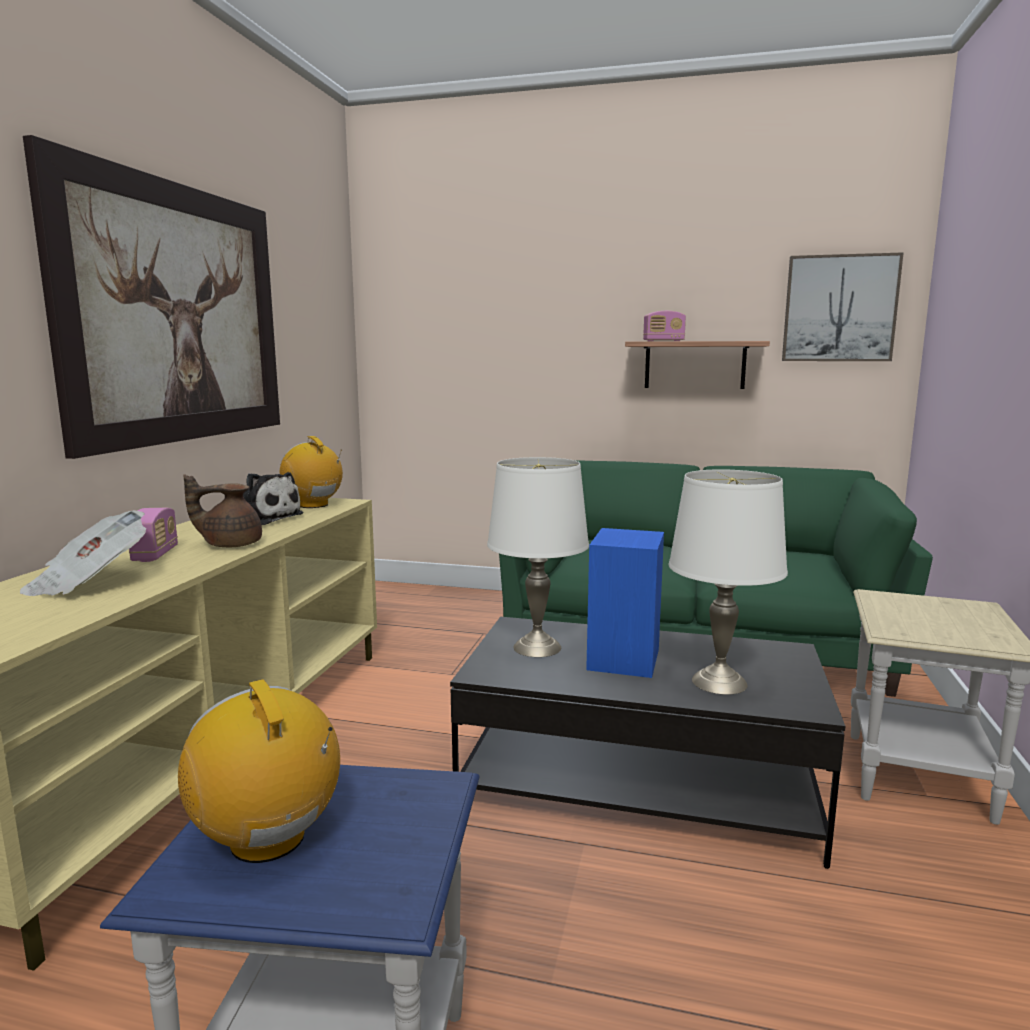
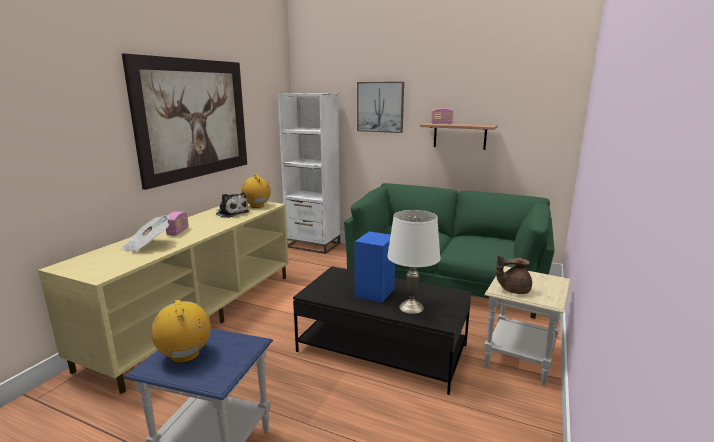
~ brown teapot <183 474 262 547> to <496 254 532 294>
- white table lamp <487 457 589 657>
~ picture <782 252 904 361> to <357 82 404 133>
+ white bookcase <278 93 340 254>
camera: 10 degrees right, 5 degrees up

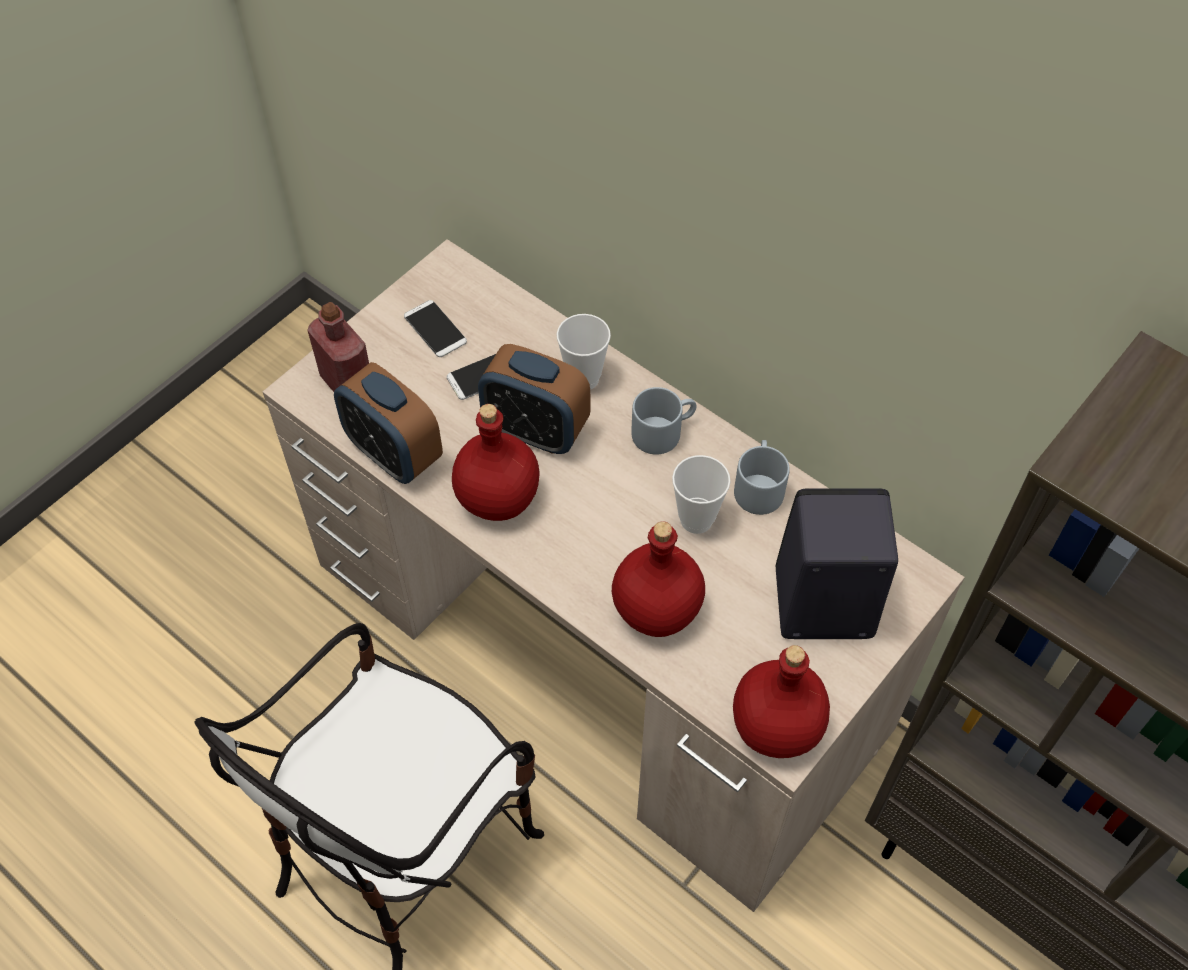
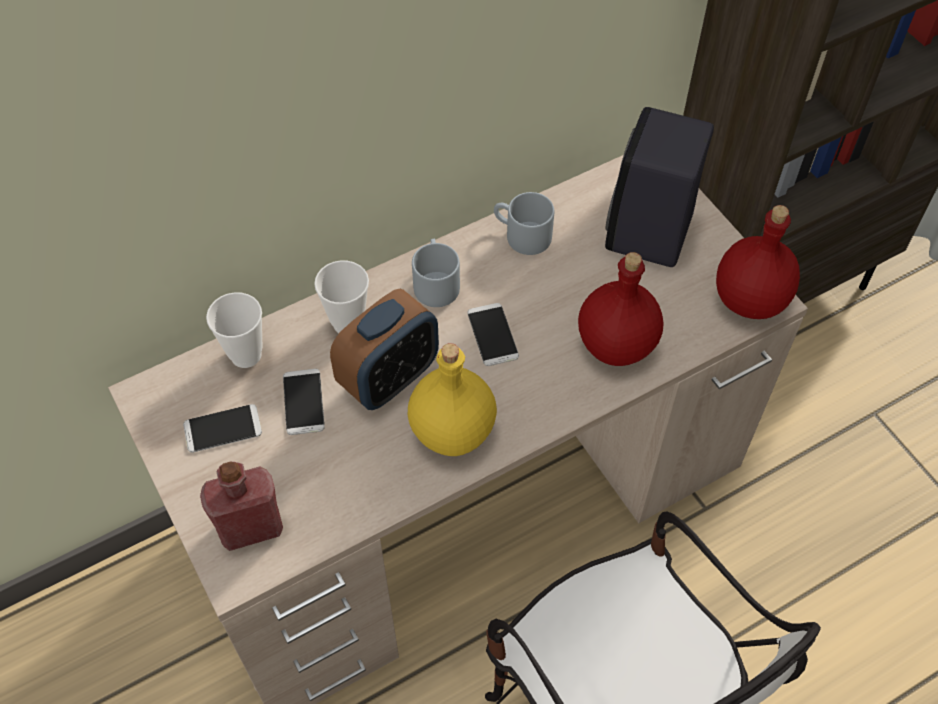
- alarm clock <334 362 443 484>
~ red bottle <452 404 540 521> to yellow bottle <408 343 497 456>
~ cup <672 455 731 534> to <206 292 262 368>
+ phone <467 303 519 366>
camera: 70 degrees left, 0 degrees up

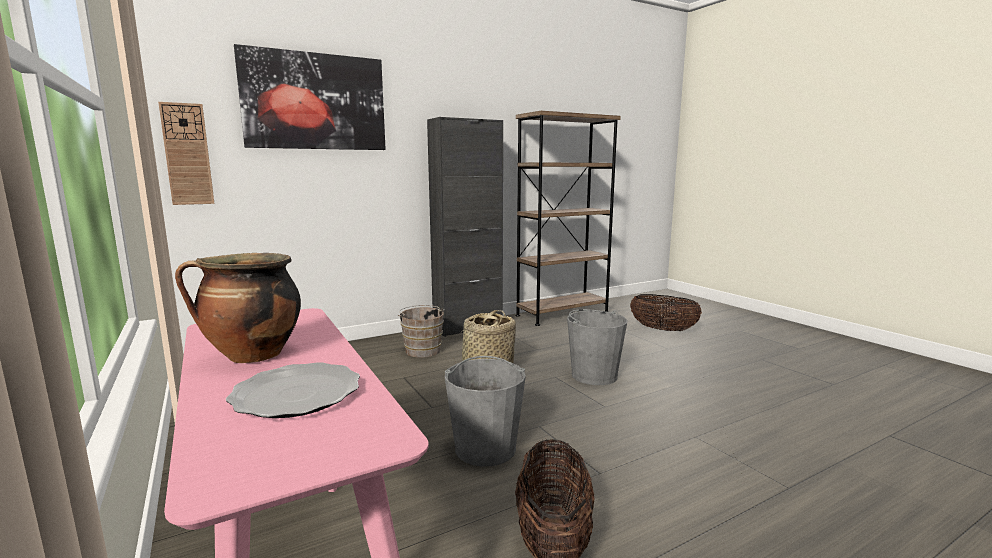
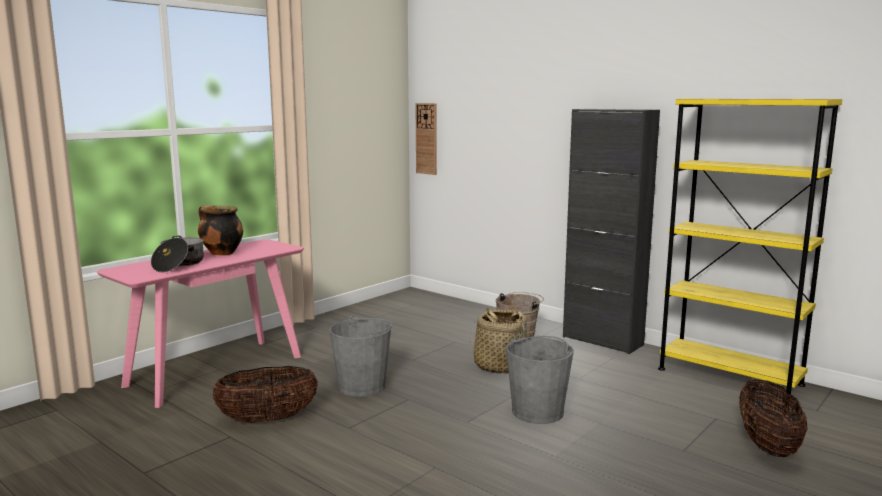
~ plate <226 362 360 418> to cooking pot <151 236 204 272>
- picture <234 44 386 150>
~ brown bookcase <515 111 621 326> to yellow bookcase <658 99 843 402>
camera: 70 degrees right, 0 degrees up

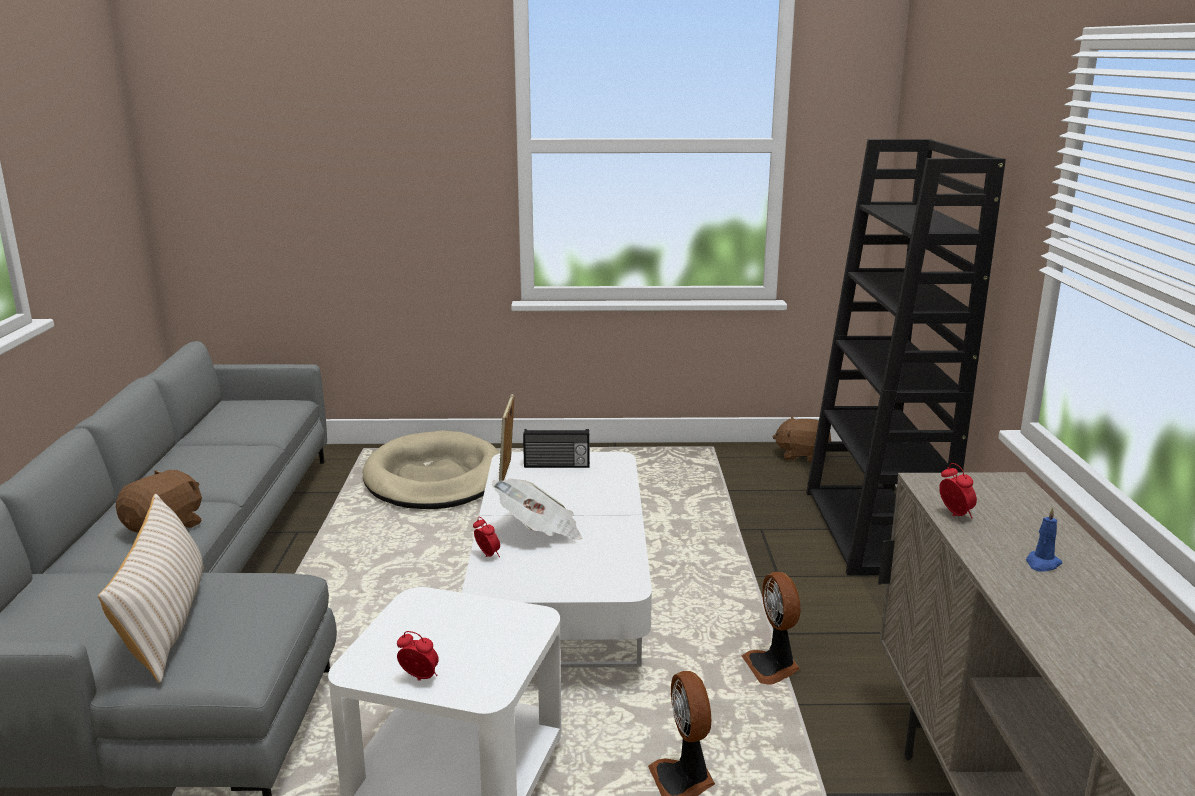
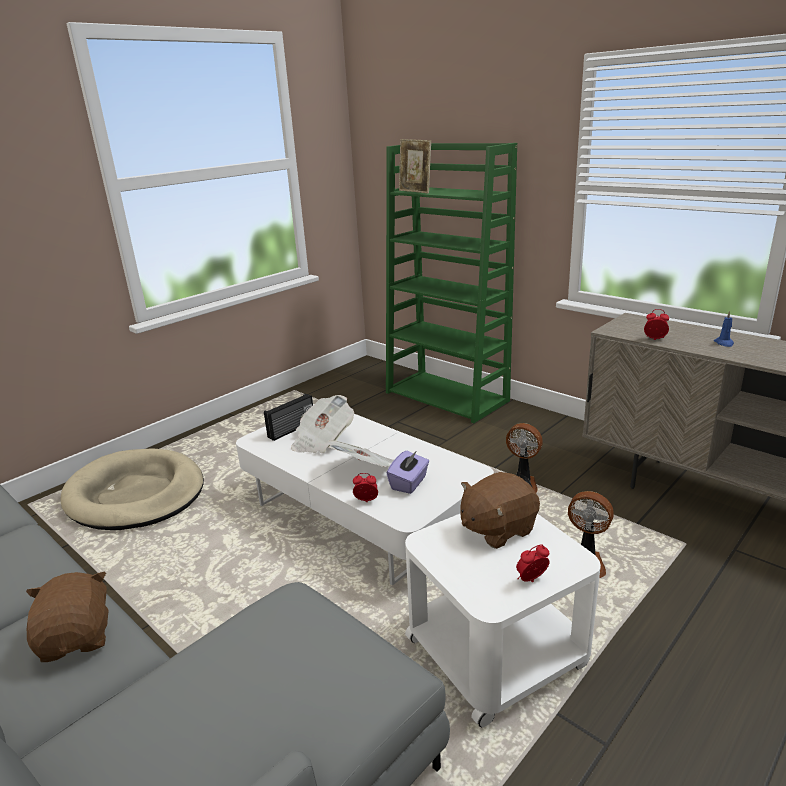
- beige pillow <98 493 204 683>
~ picture frame <499 394 514 481> to <399 139 431 193>
~ brown plush toy <772 417 831 463> to <461 472 540 549>
~ black bookcase <806 139 1006 576> to green bookcase <386 143 517 423>
+ newspaper <291 395 354 453>
+ purple tissue box <387 450 429 494>
camera: 45 degrees left, 5 degrees up

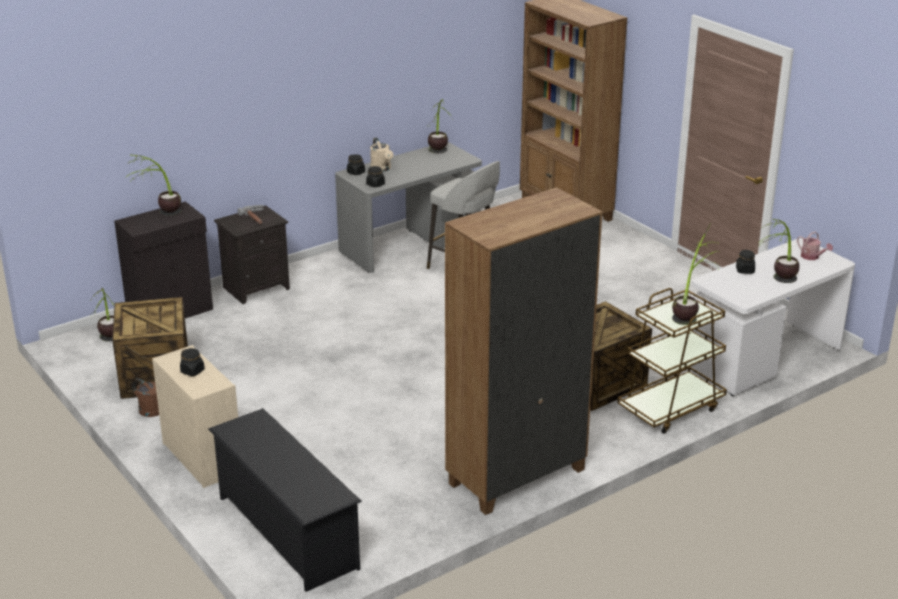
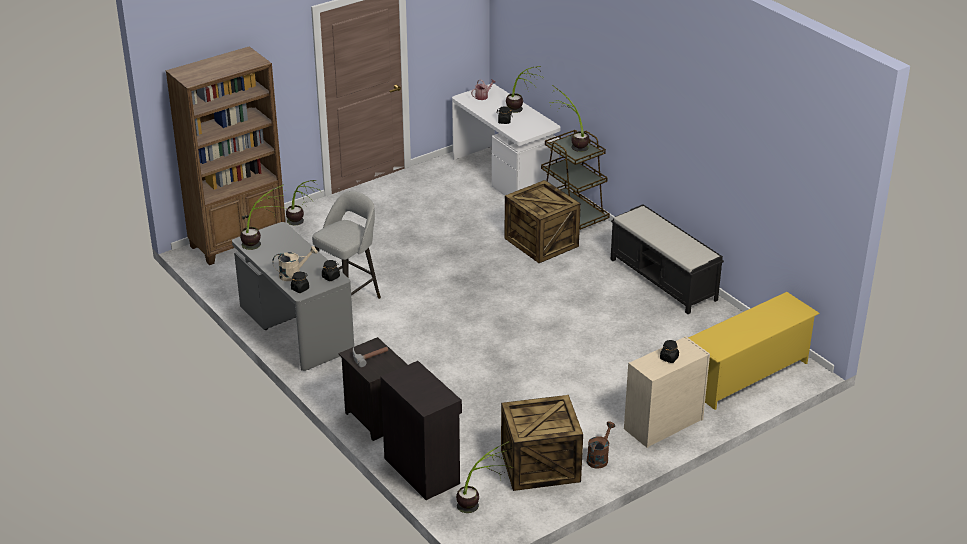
~ potted plant <125 154 182 216> to <286 180 322 225>
~ black shoe rack <208 408 362 592> to yellow shoe rack <688 292 820 410>
~ brown bookcase <445 187 603 515> to black bench <610 204 724 314>
camera: 90 degrees left, 5 degrees up

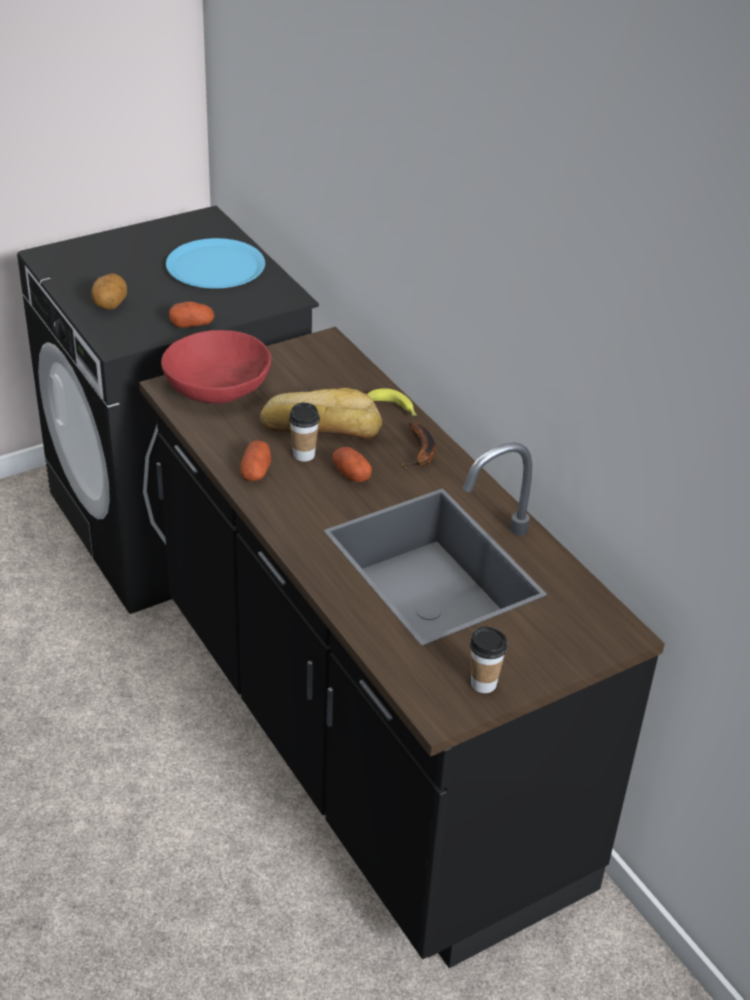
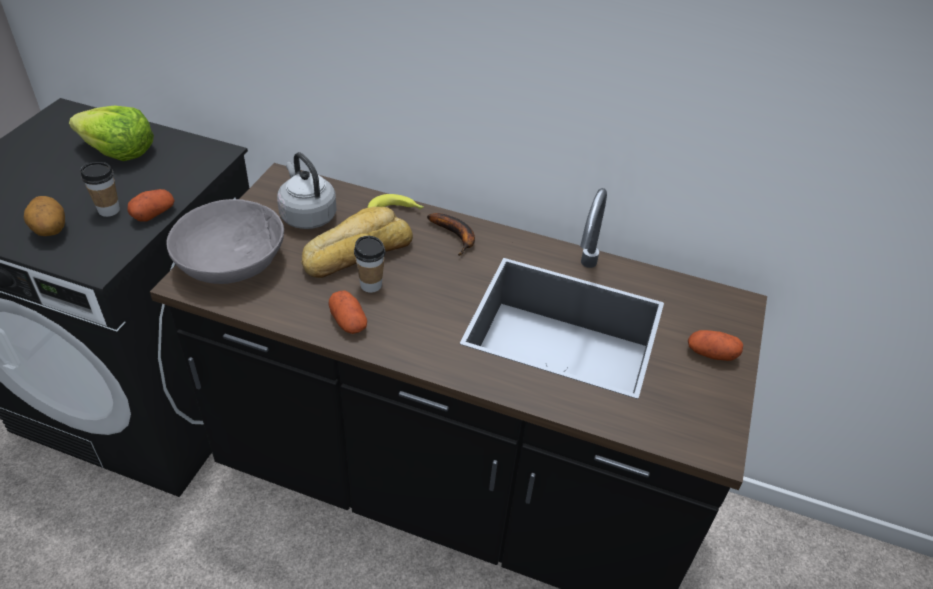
~ red bowl <161 330 271 403> to grey bowl <166 199 284 284>
~ blue plate <166 238 265 288> to lettuce <69 106 154 161>
~ potato <333 447 372 482> to <688 330 743 361>
~ cup <470 626 508 693> to <80 162 120 217>
+ grey kettle <277 152 337 229>
camera: 40 degrees left, 5 degrees up

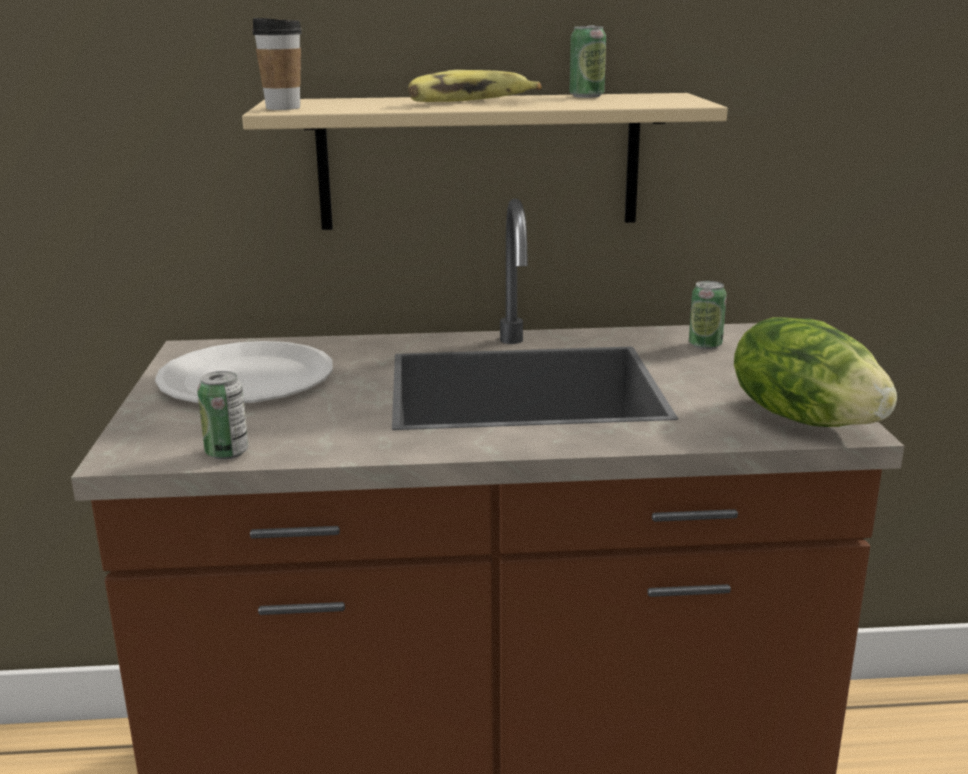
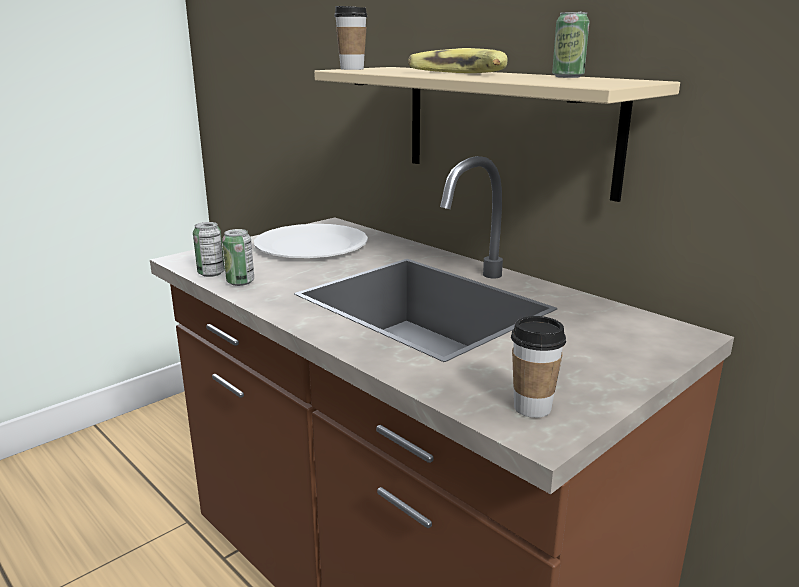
~ can <689 281 727 349> to <222 229 254 286>
~ lettuce <734 317 897 427> to cup <511 316 566 418>
camera: 50 degrees right, 0 degrees up

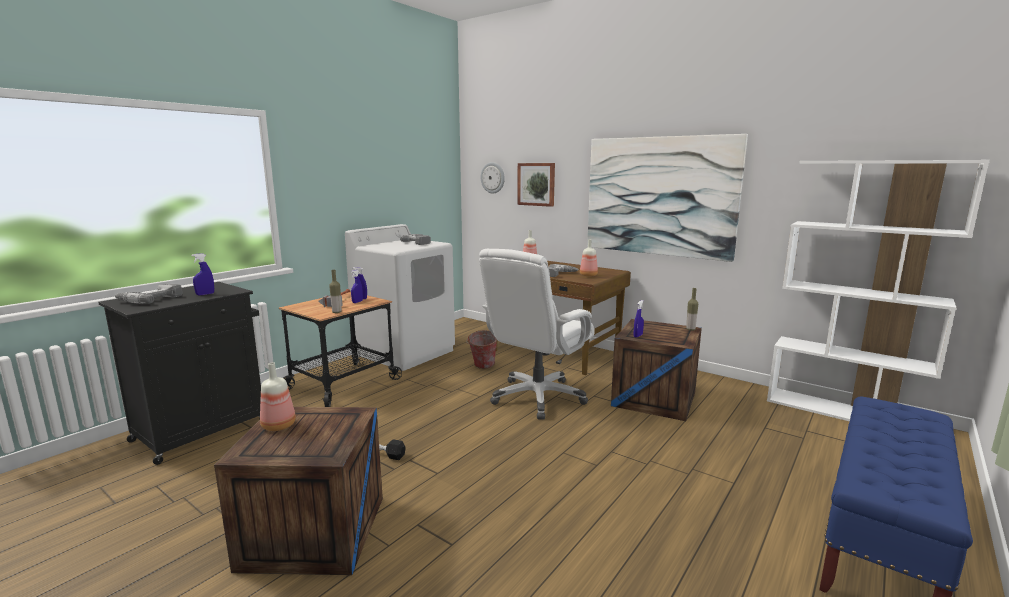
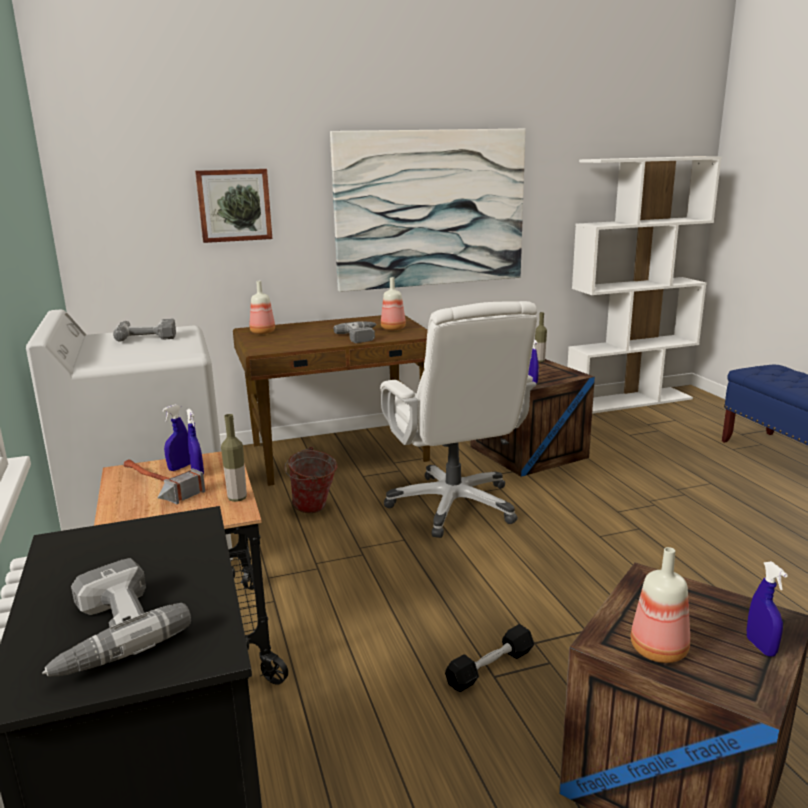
~ blue spray bottle <192 253 214 295> to <747 561 788 657>
- wall clock <481 162 505 194>
camera: 55 degrees left, 5 degrees up

